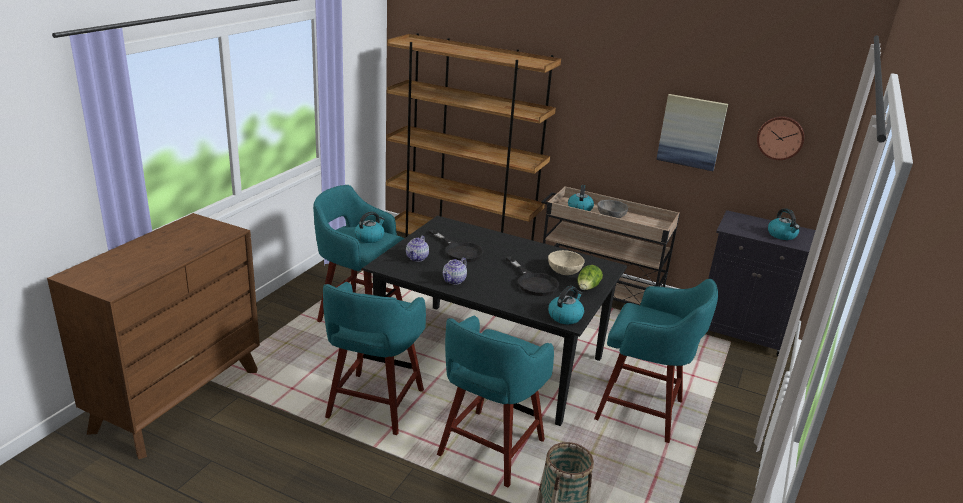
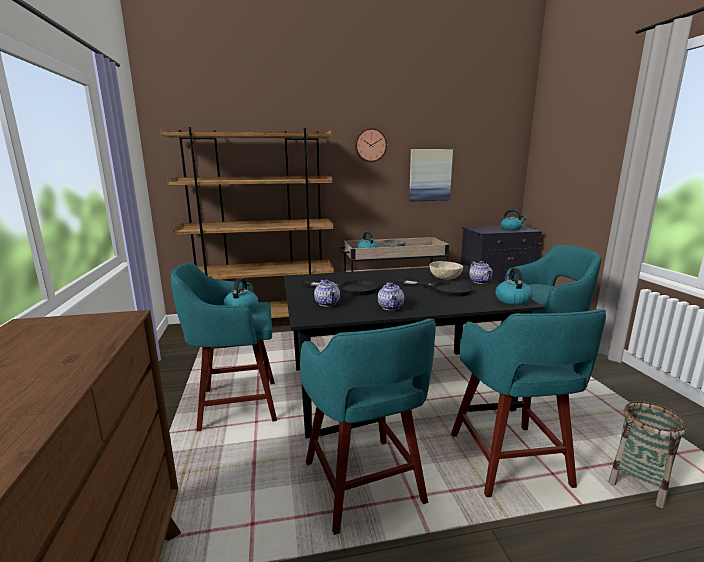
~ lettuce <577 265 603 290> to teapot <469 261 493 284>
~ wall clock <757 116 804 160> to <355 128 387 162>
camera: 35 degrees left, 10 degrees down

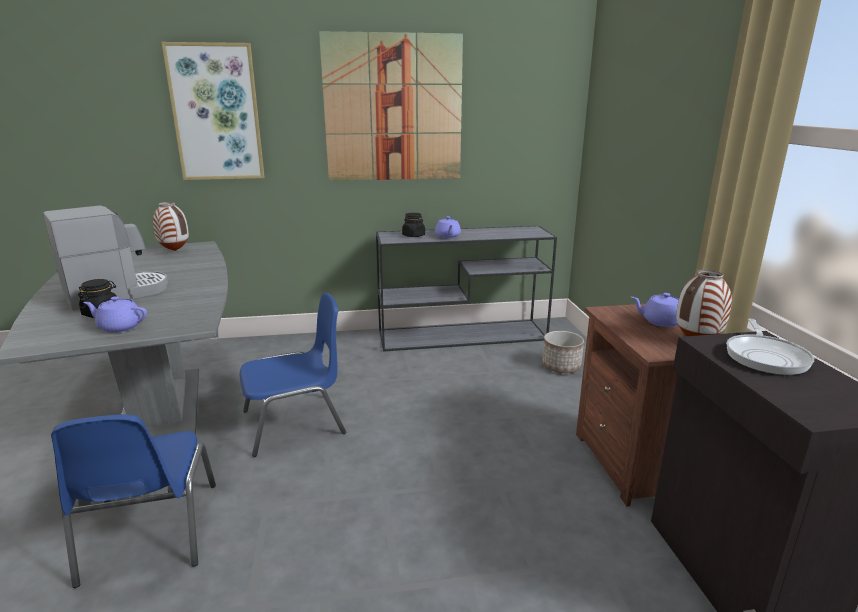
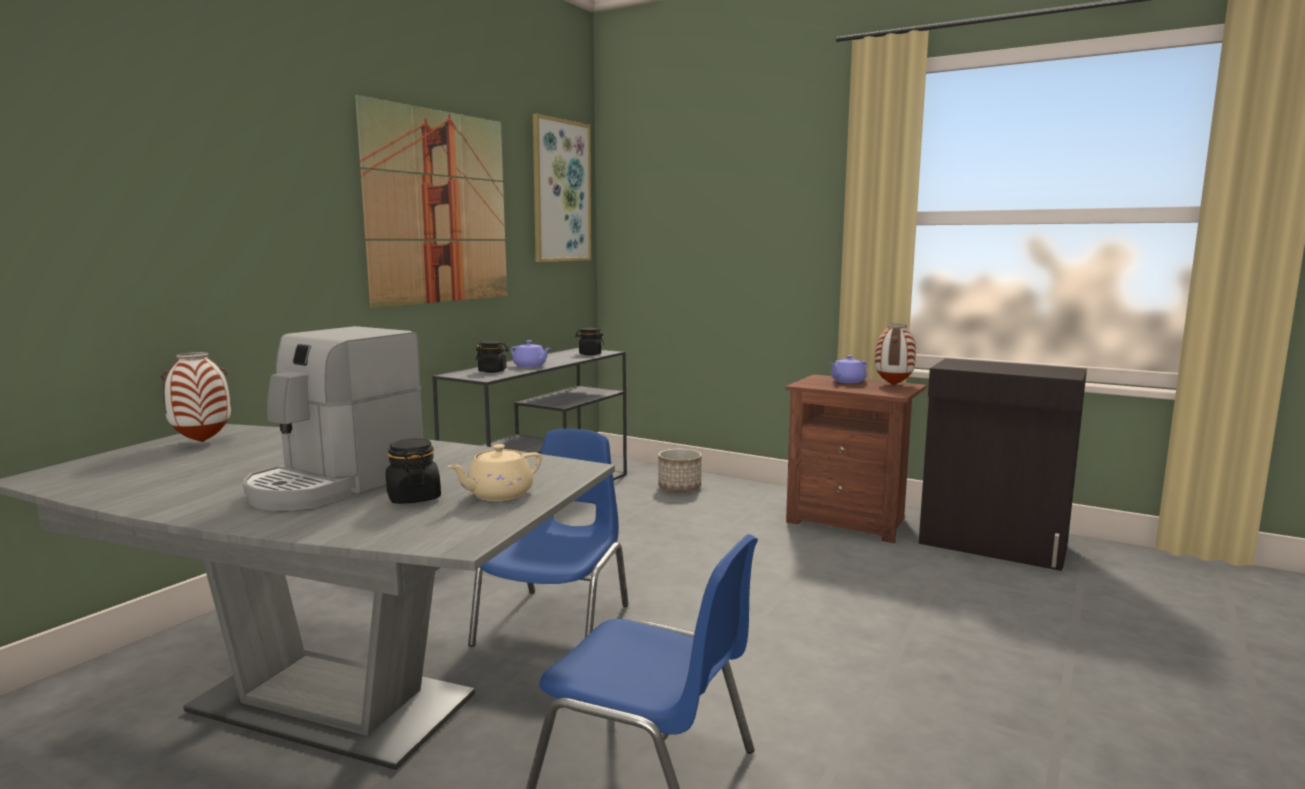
~ coffee machine <43 205 168 311> = <243 326 423 511> 150 degrees counterclockwise
~ purple teapot <83 296 147 333> to beige teapot <447 444 542 501>
~ picture <162 42 265 180> to <533 114 591 262>
- frying pan <726 319 814 375>
+ black jar <575 328 604 355>
camera: 50 degrees left, 10 degrees down

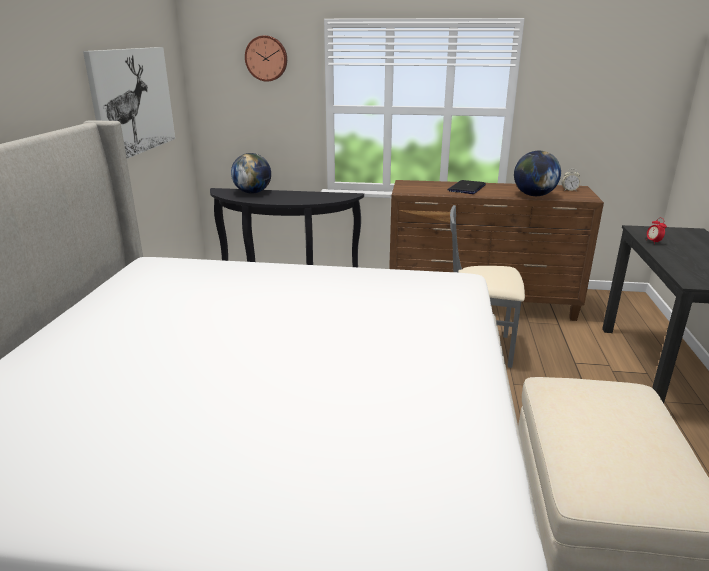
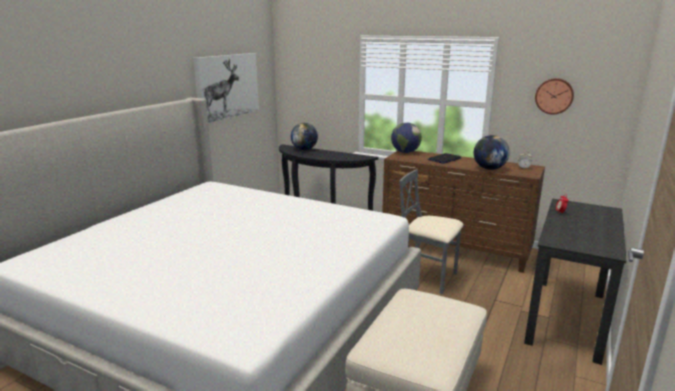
~ wall clock <245 36 287 82> to <535 78 574 114>
+ globe <391 122 422 153>
camera: 20 degrees right, 5 degrees down

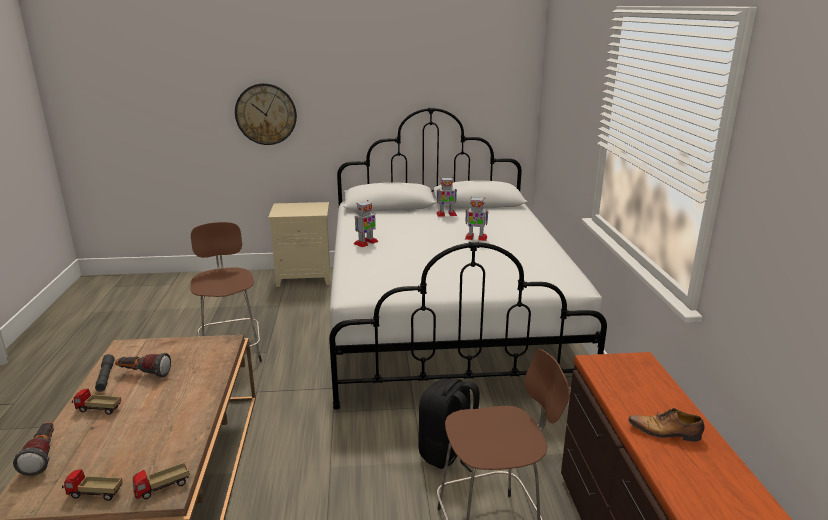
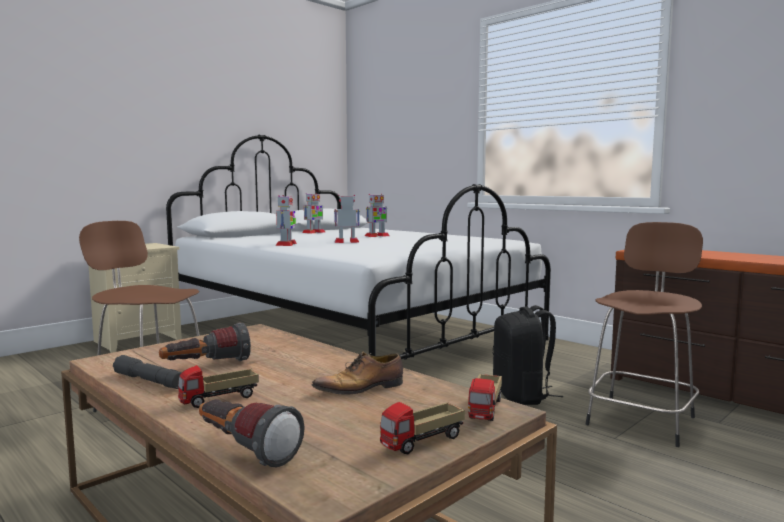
- wall clock <235 83 297 145>
~ shoe <628 408 705 442> to <312 352 403 395>
+ toy robot <334 195 360 243>
camera: 40 degrees left, 15 degrees down

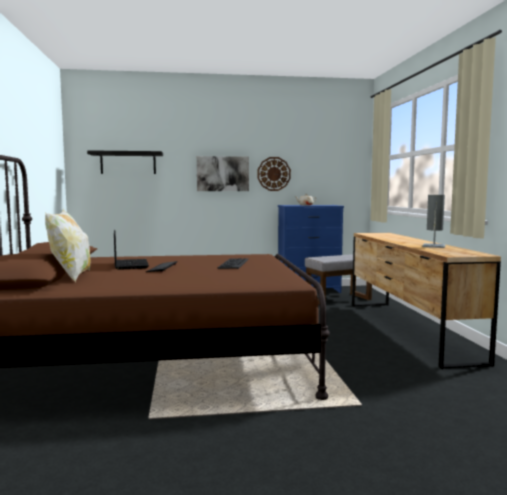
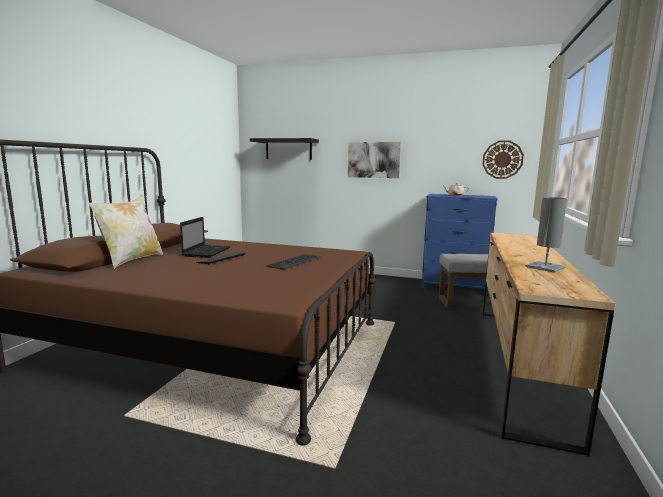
~ wall clock <258 157 291 191> to <482 140 524 179>
camera: 25 degrees right, 5 degrees up

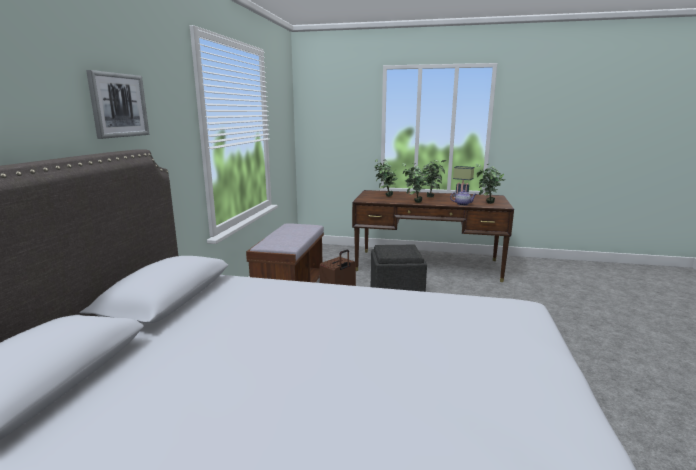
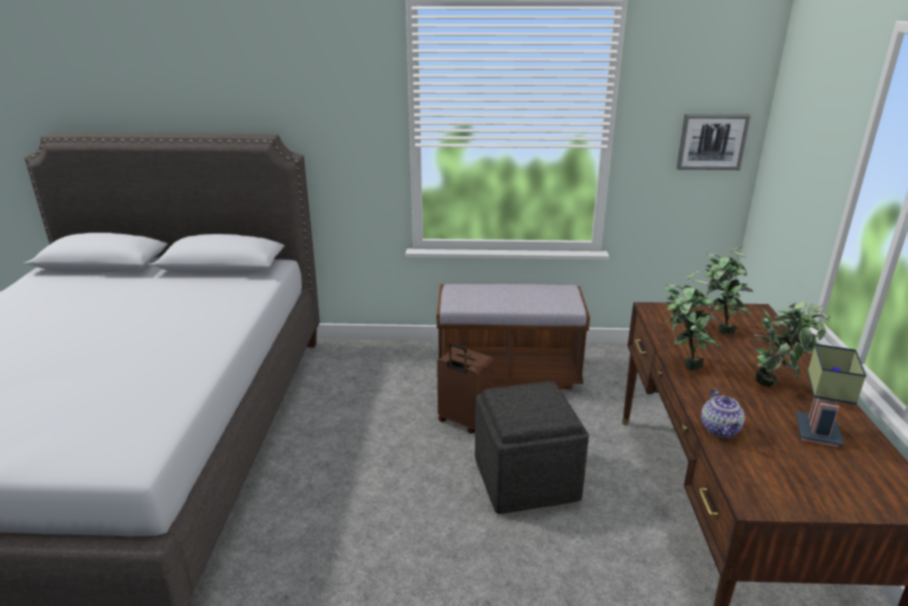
~ picture <86 70 149 139> to <676 114 751 170>
- potted plant <476 164 504 204>
camera: 80 degrees right, 10 degrees up

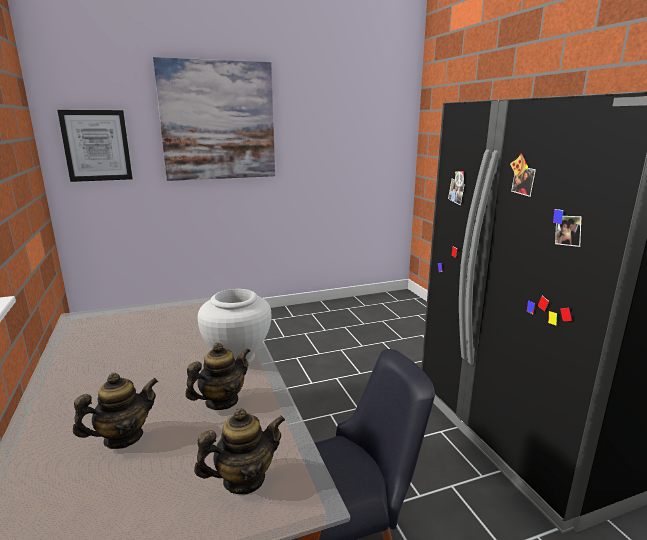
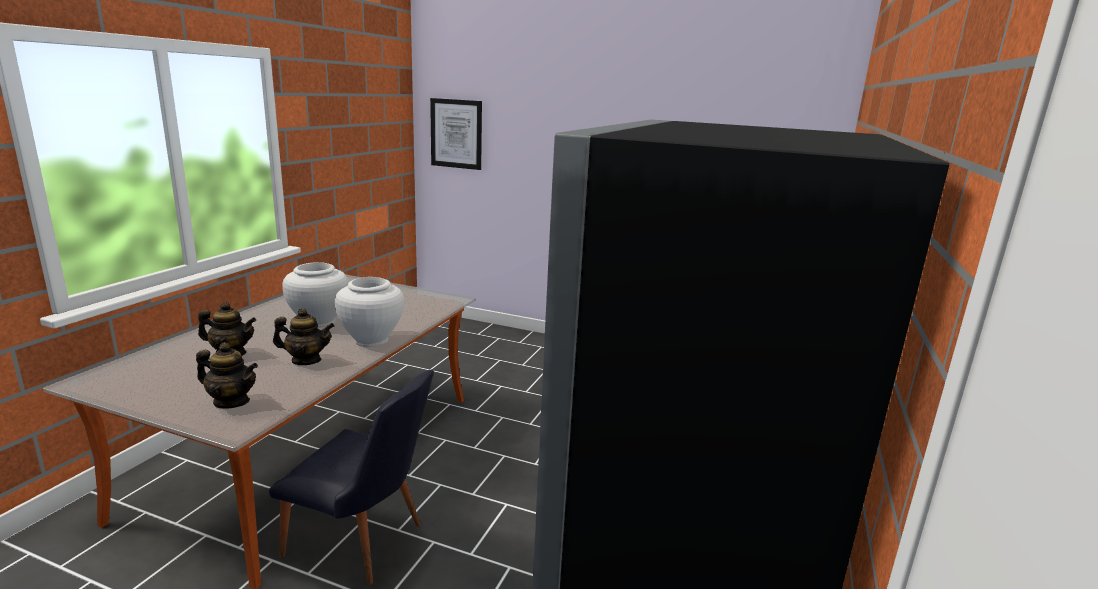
- picture <153 57 275 181>
+ white vase <282 262 348 328>
camera: 40 degrees right, 0 degrees up

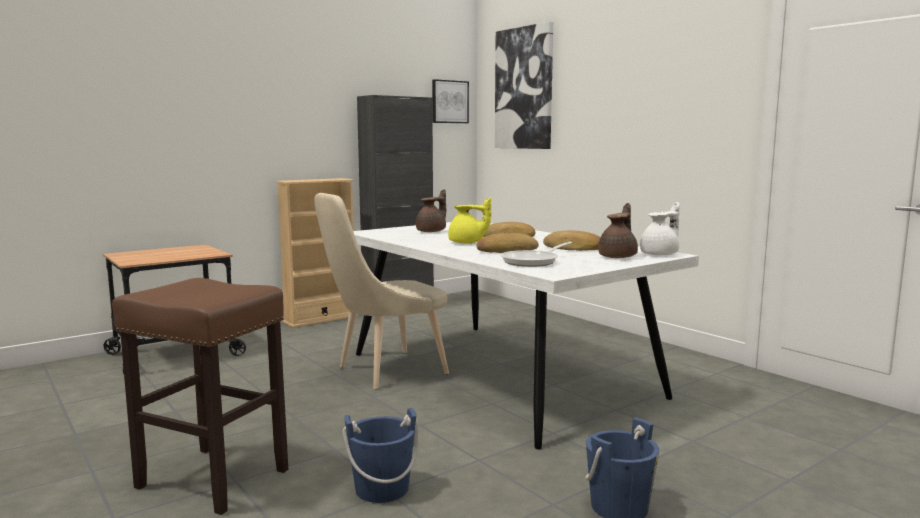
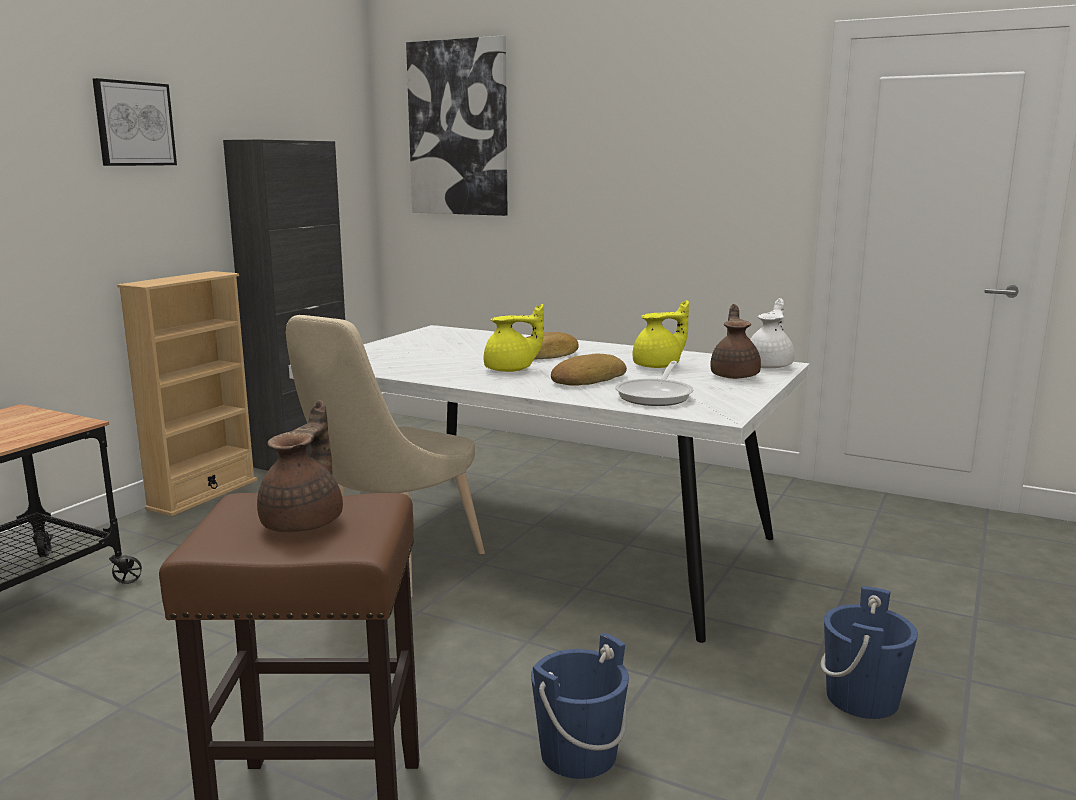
~ brown teapot <416 189 446 232> to <257 400 343 532>
~ picture <432 79 469 123> to <93 78 177 166>
~ bread <543 230 600 251> to yellow teapot <633 300 689 368>
camera: 25 degrees left, 5 degrees up

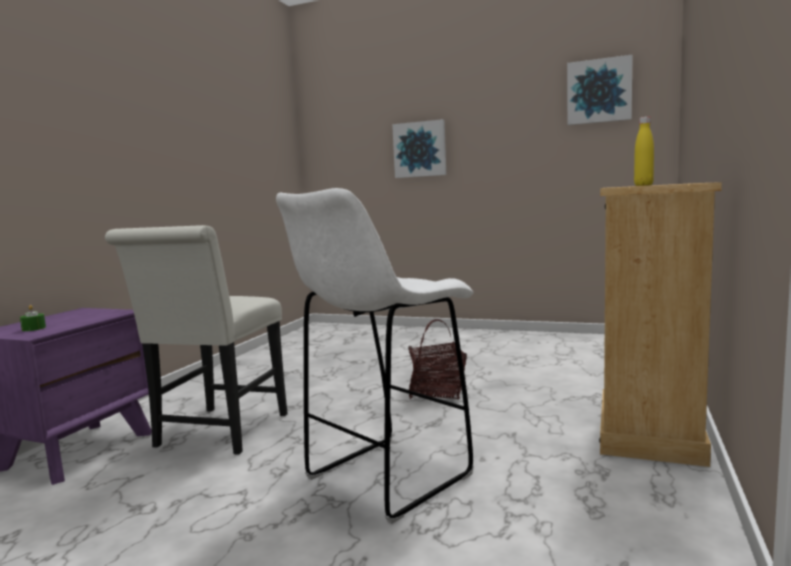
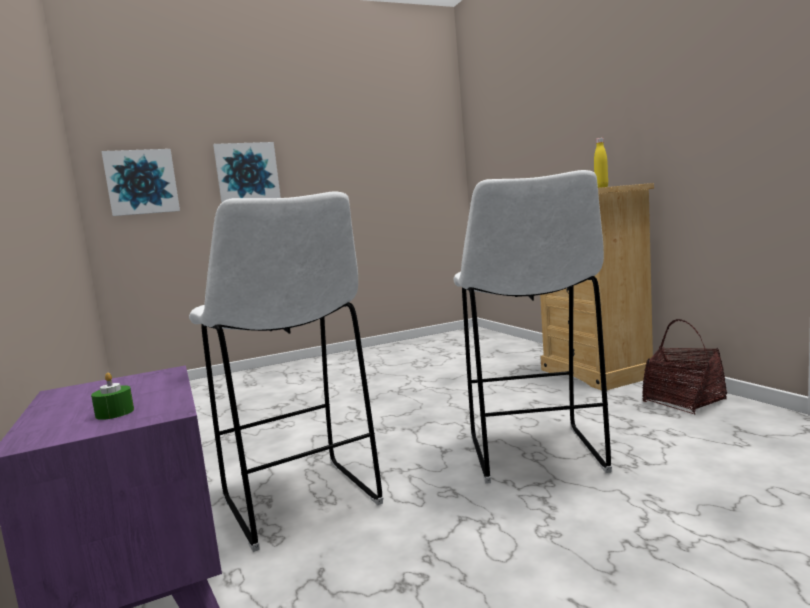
~ white chair <105 225 288 455> to white stool <189 191 384 552>
~ basket <408 319 467 400> to <642 319 727 414>
~ picture <567 54 633 125> to <101 149 180 216>
camera: 45 degrees left, 0 degrees up

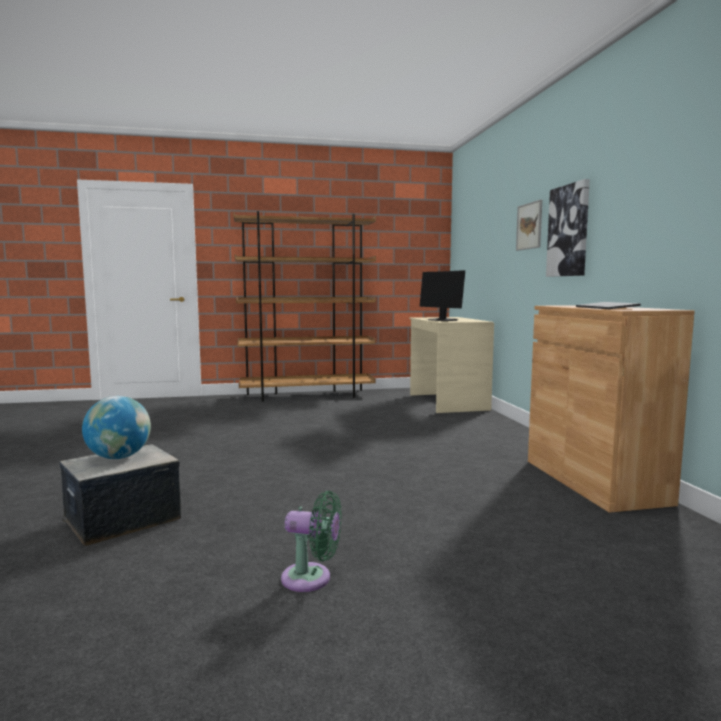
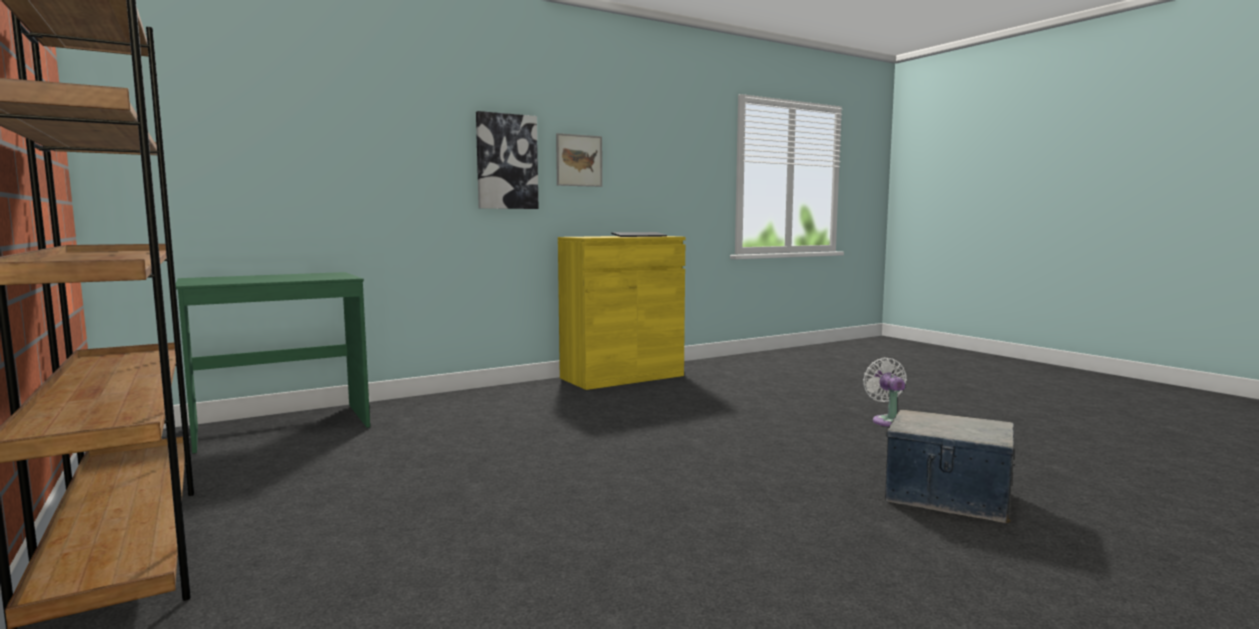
- globe <82 396 151 459>
~ green fan <281 491 342 592> to white fan <863 358 907 427>
~ beige desk <409 317 494 413> to green desk <176 272 370 453>
- monitor <420 270 465 321>
~ picture <516 200 542 251> to <556 133 602 187>
~ brown cabinet <528 305 695 513> to yellow cabinet <558 236 686 390>
camera: 110 degrees left, 0 degrees up

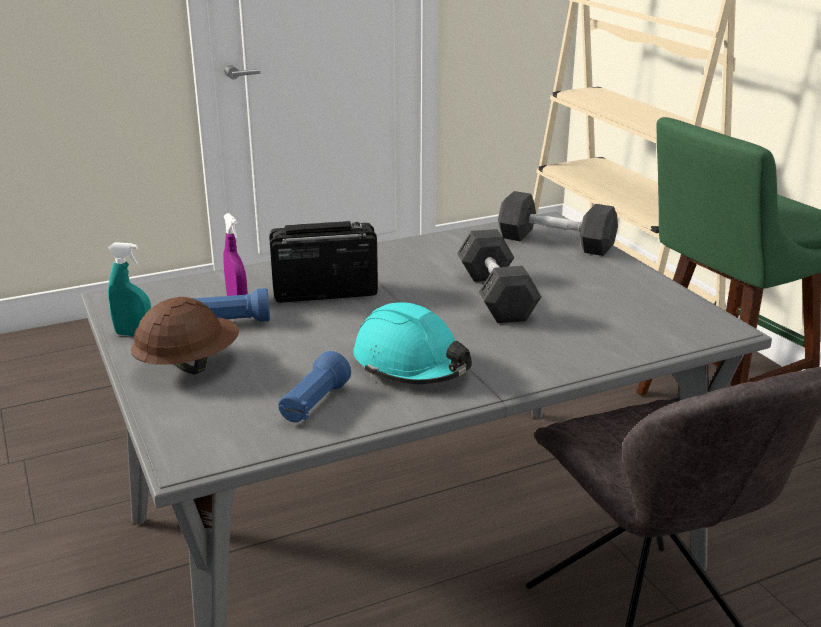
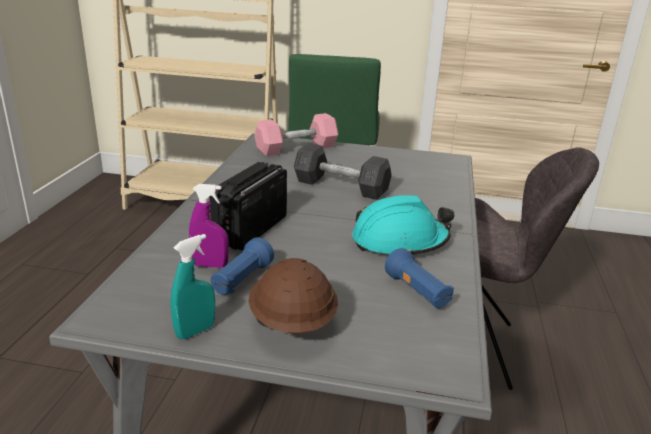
~ grey dumbbell <498 191 618 256> to pink dumbbell <254 113 338 156>
camera: 55 degrees left, 0 degrees up

